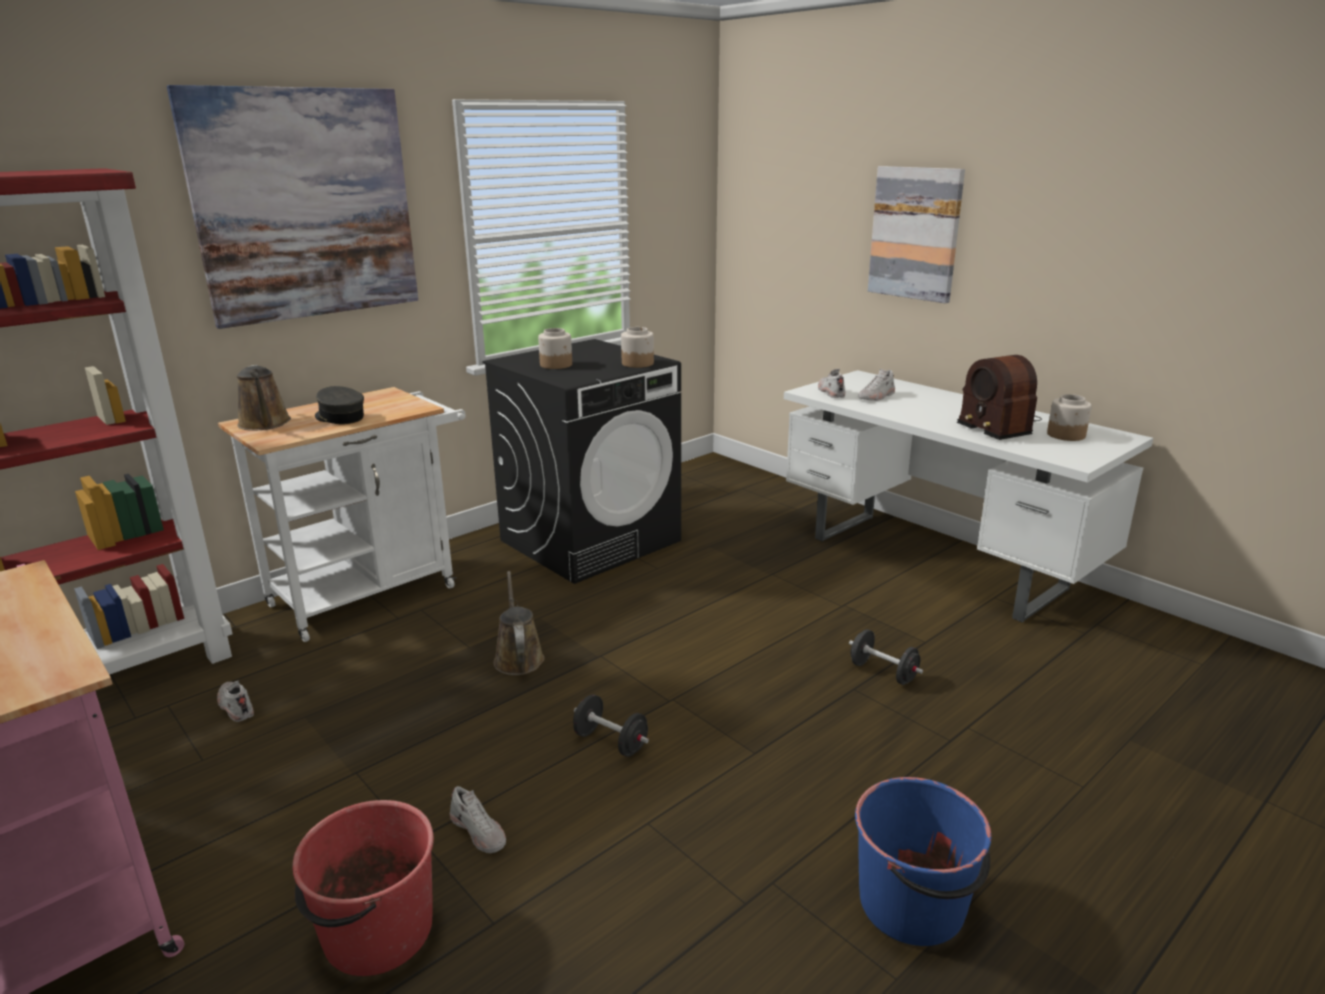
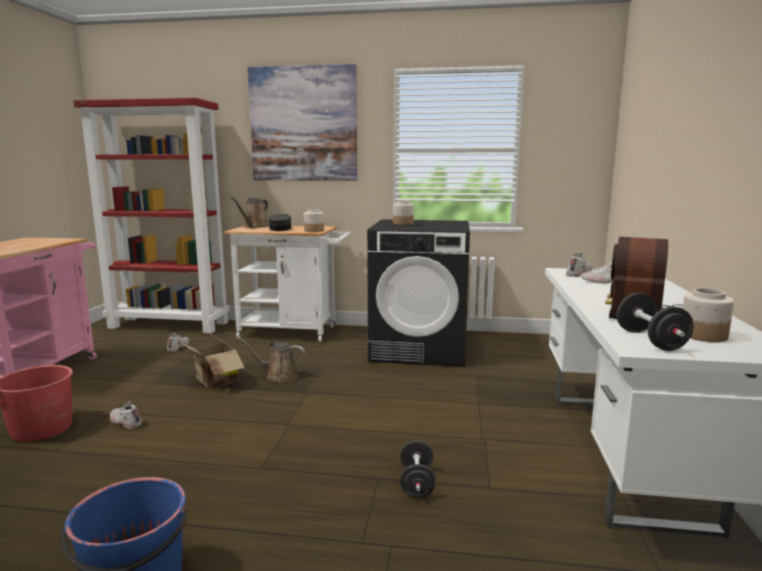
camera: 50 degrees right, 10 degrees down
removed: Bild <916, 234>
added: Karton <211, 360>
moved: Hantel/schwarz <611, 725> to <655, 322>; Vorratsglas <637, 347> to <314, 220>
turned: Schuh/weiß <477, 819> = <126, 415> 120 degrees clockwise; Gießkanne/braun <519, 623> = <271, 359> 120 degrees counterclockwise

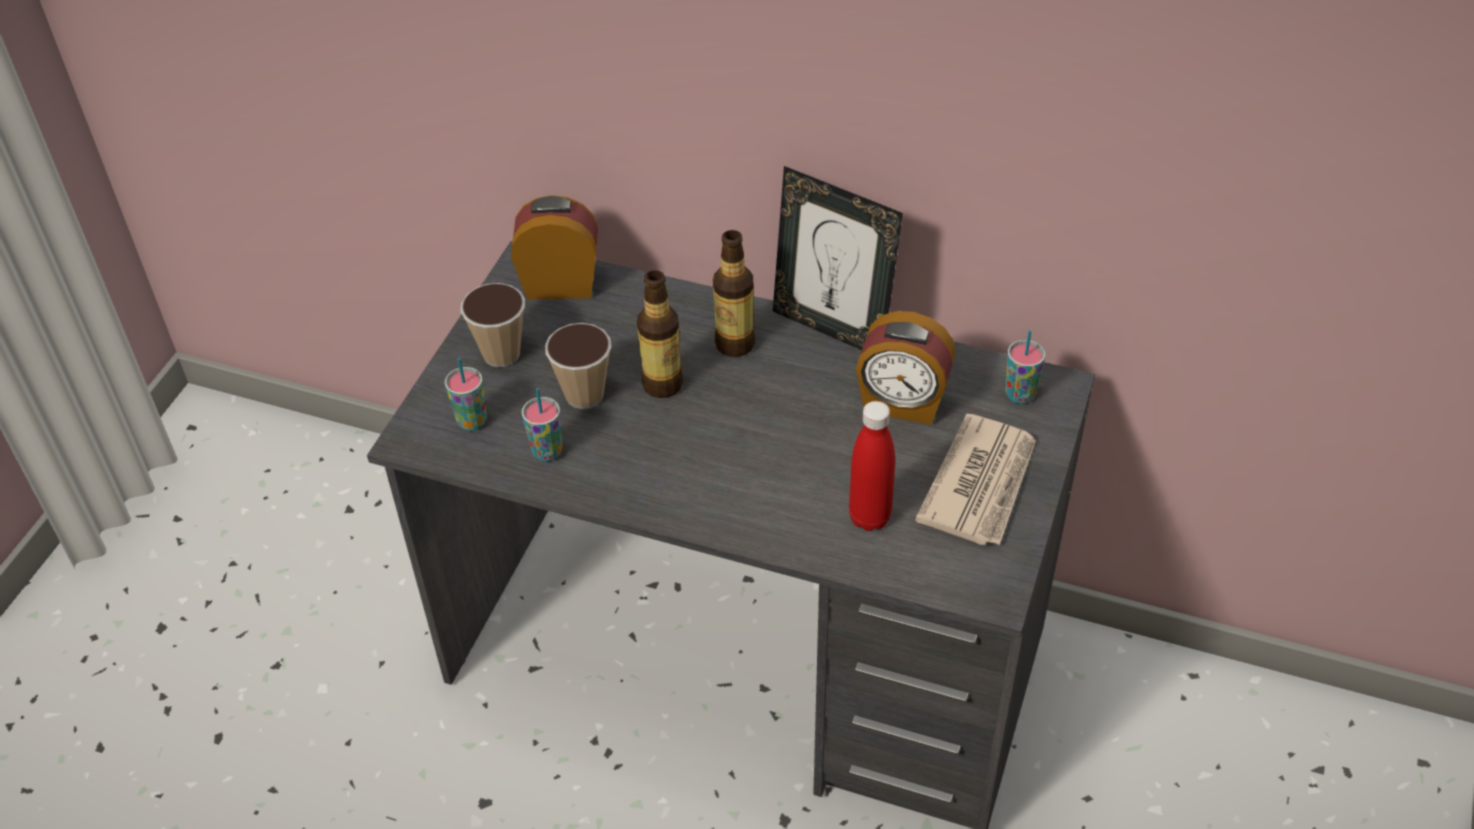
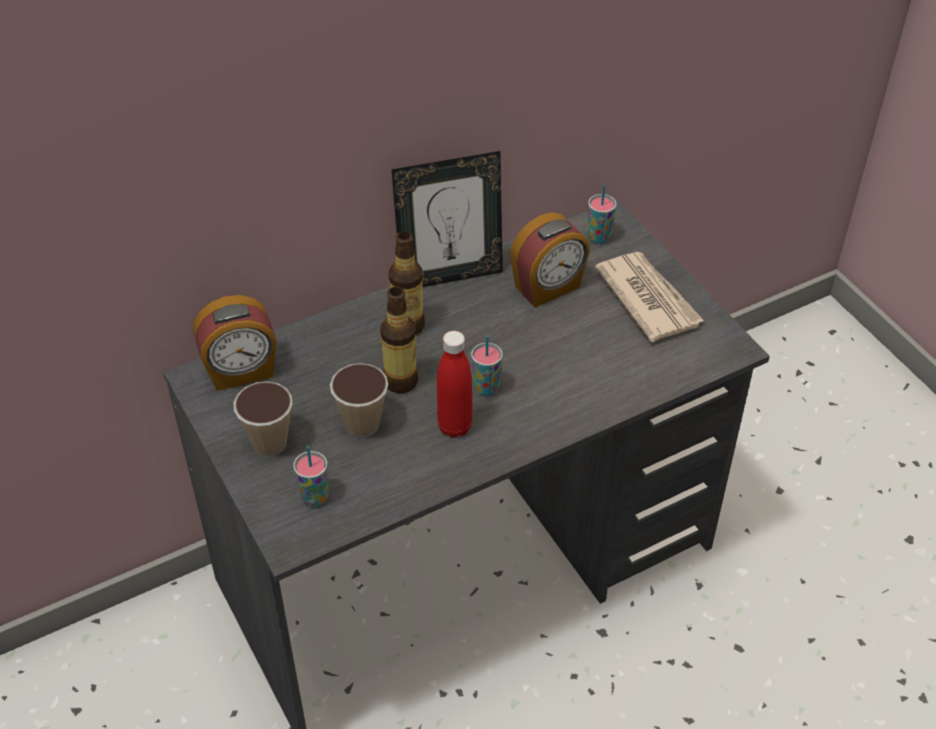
camera: 50 degrees left, 0 degrees up
moved: Tasse <542, 425> to <487, 365>; Flasche/rot <872, 466> to <454, 384>
turned: Wecker <554, 247> = <235, 343> 150 degrees counterclockwise

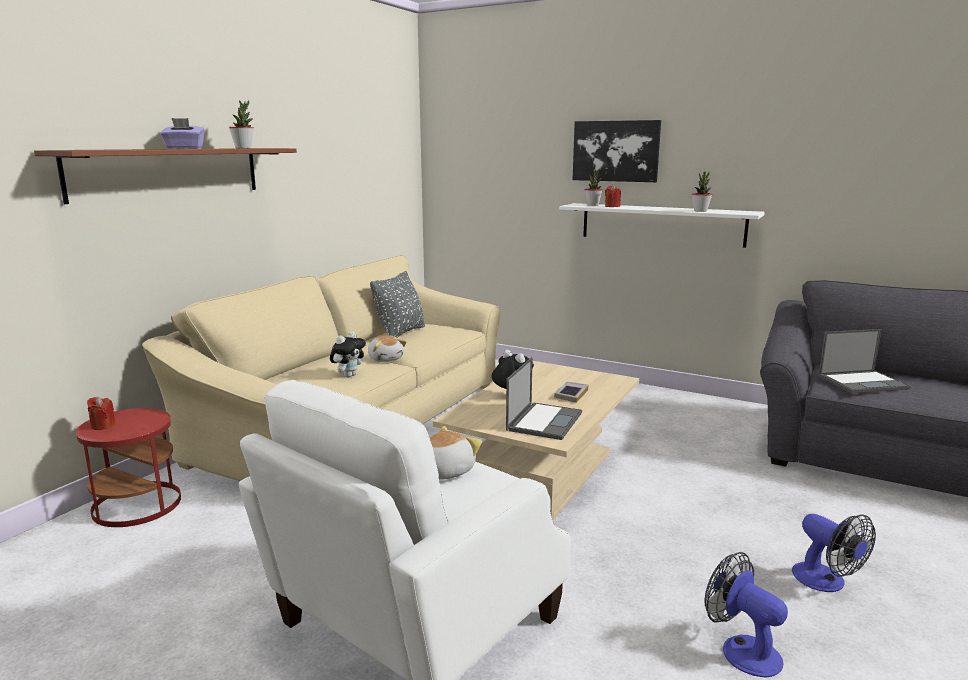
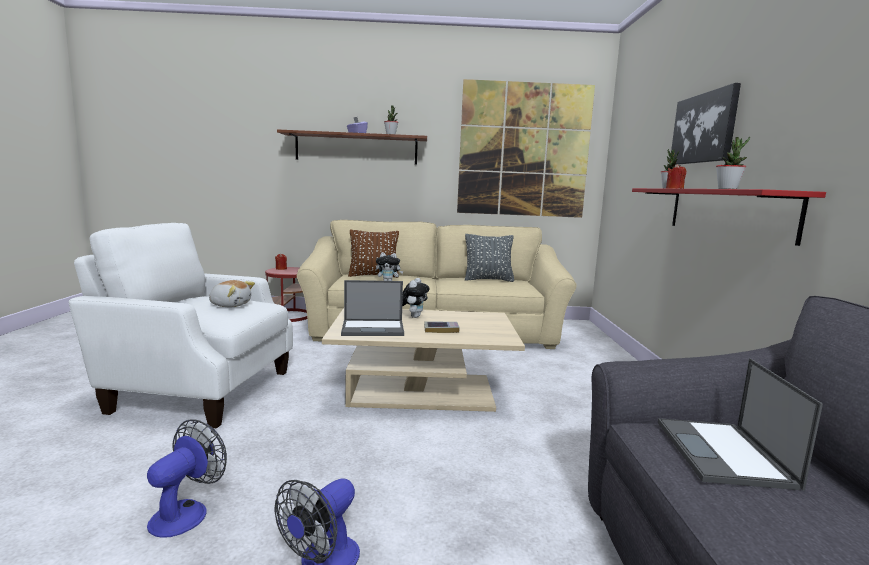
camera: 60 degrees right, 5 degrees down
removed: Plüschtier <387, 348>
added: Kissen/braun <373, 254>; Bild <526, 148>
recoloured: Wandregal/weiß <662, 225> to Wandregal/rot <729, 217>
turned: Laptop <864, 361> = <740, 424> 45 degrees clockwise

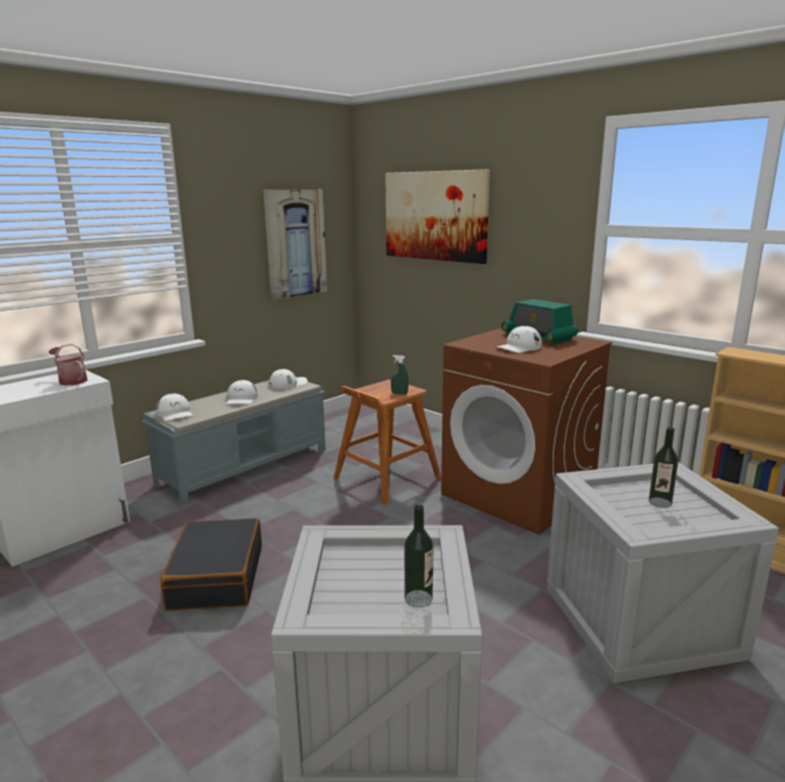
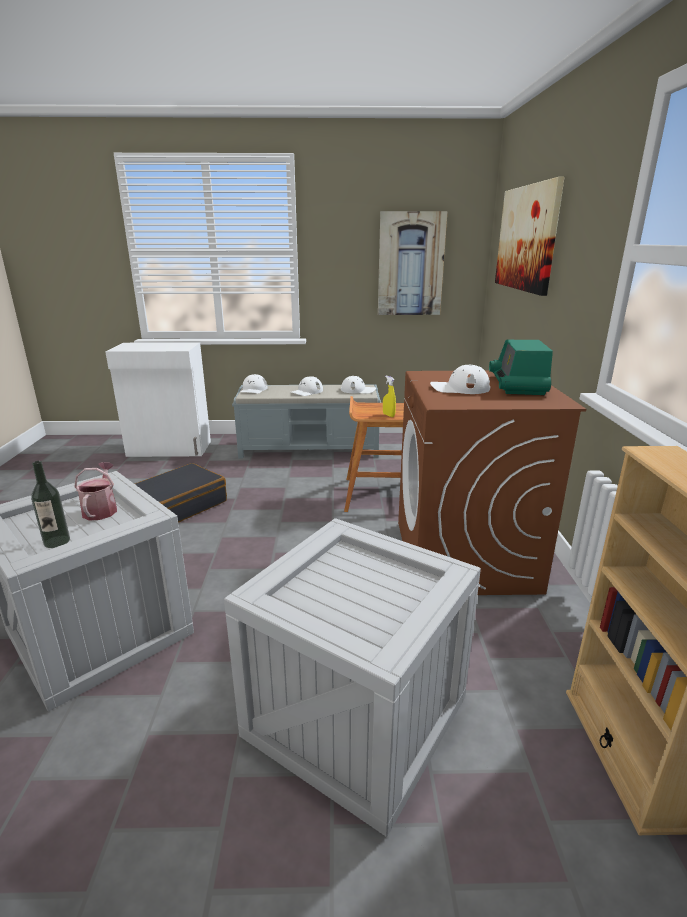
camera: 45 degrees right, 5 degrees up
removed: Flasche <663, 467>
moved: Gießkanne <68, 365> to <95, 491>
recoloured: Sprühflasche/grün <400, 374> to Sprühflasche/gelb <389, 396>

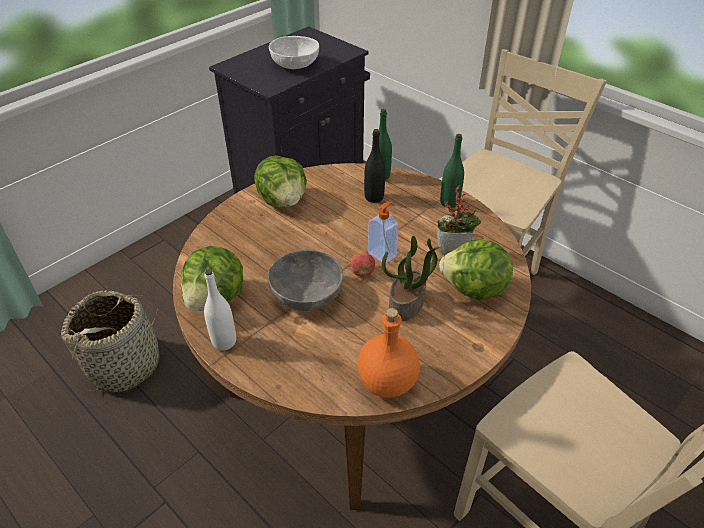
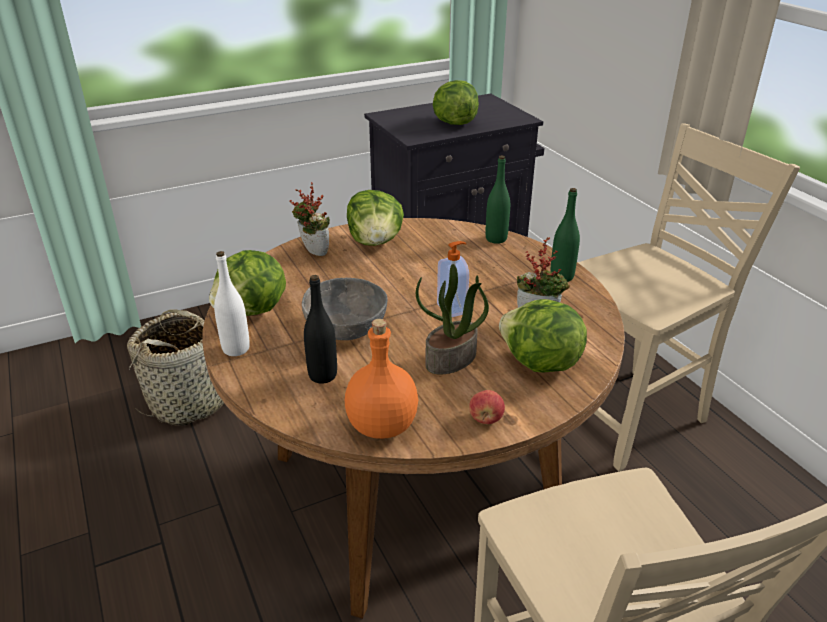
camera: 20 degrees right, 10 degrees down
added: Topfpflanze <309, 219>
moved: Apfel <362, 264> to <487, 407>; Flasche/schwarz <374, 166> to <320, 329>
replaced: Schüssel/weiß <294, 52> to Salatkopf <456, 102>

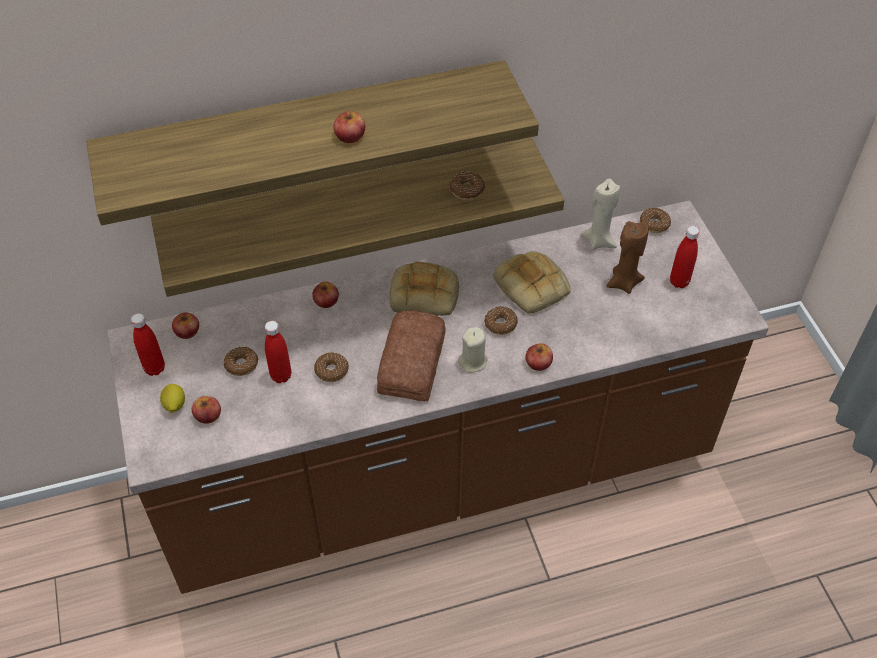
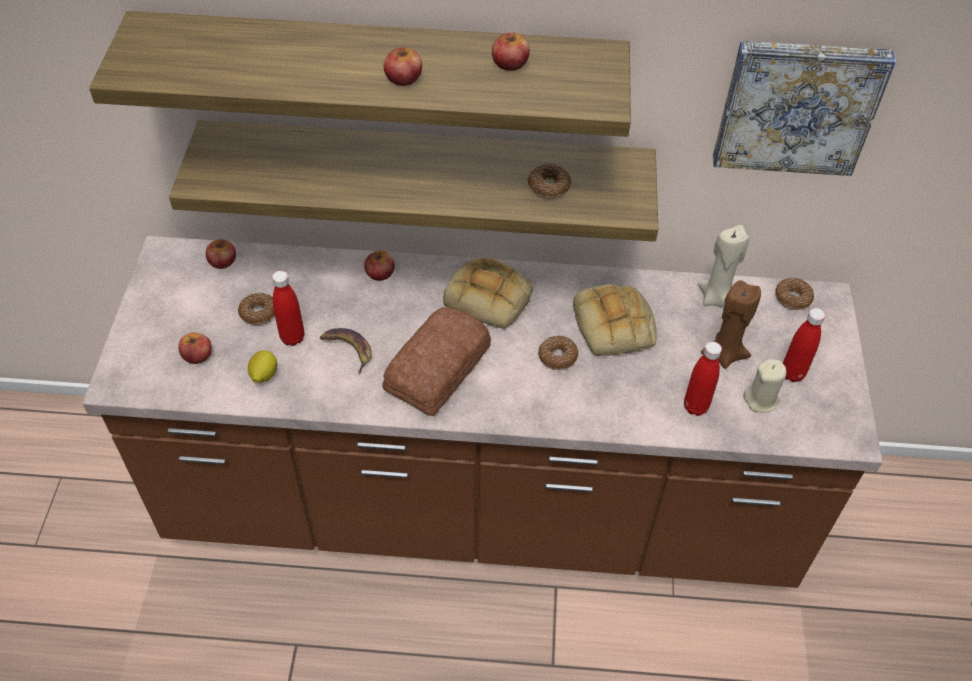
camera: 20 degrees right, 0 degrees up
added: Bild <804, 108>
moved: Flasche/rot <148, 344> to <703, 379>; Zitrone <172, 398> to <262, 366>; Kerze/beige <473, 350> to <765, 386>; Apfel <539, 357> to <511, 51>
replaced: Donut <331, 367> to Banane <346, 351>

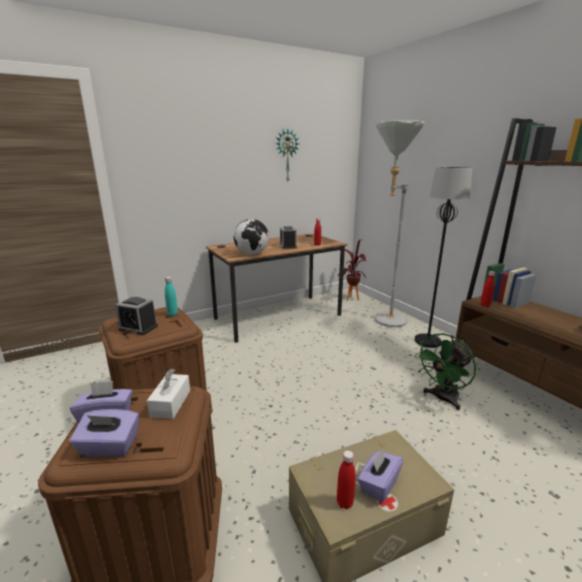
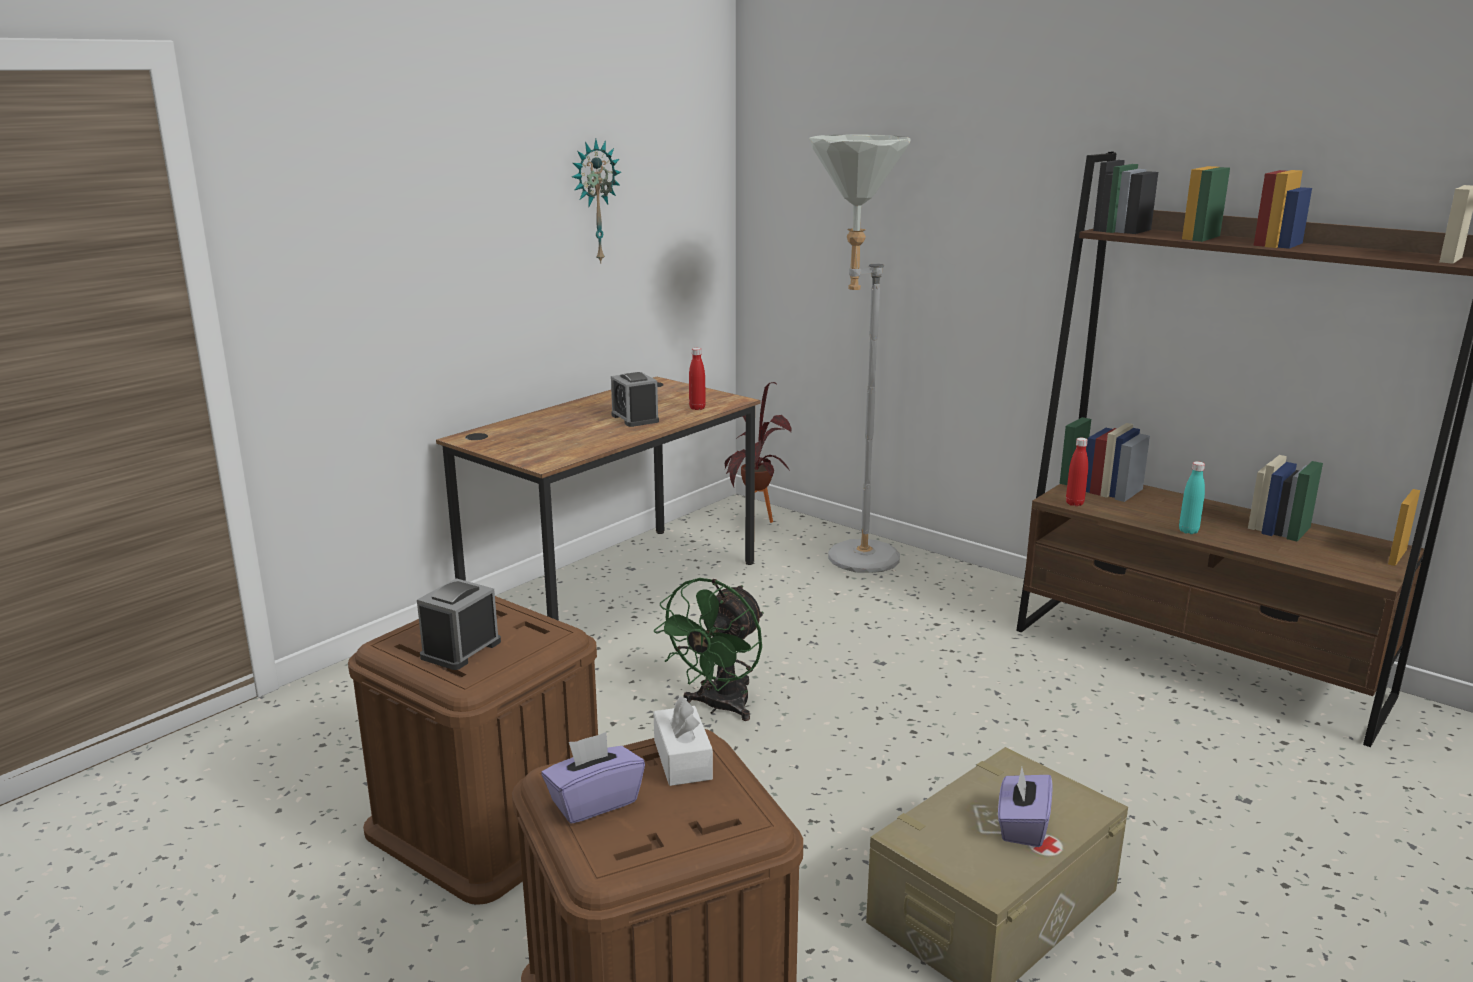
camera: 20 degrees left, 0 degrees up
removed: Taschentuchbox/lila <104, 432>; Globus <251, 237>; Flasche/rot <346, 479>; Stehlampe/schwarz <443, 257>
moved: Flasche/türkis <171, 296> to <1192, 497>; Ventilator/grün <445, 371> to <709, 649>
turned: Wecker <136, 316> = <459, 624> 120 degrees clockwise

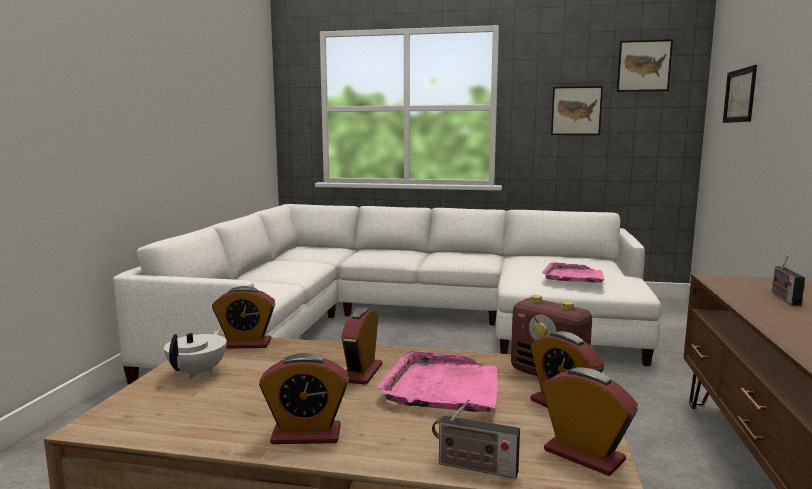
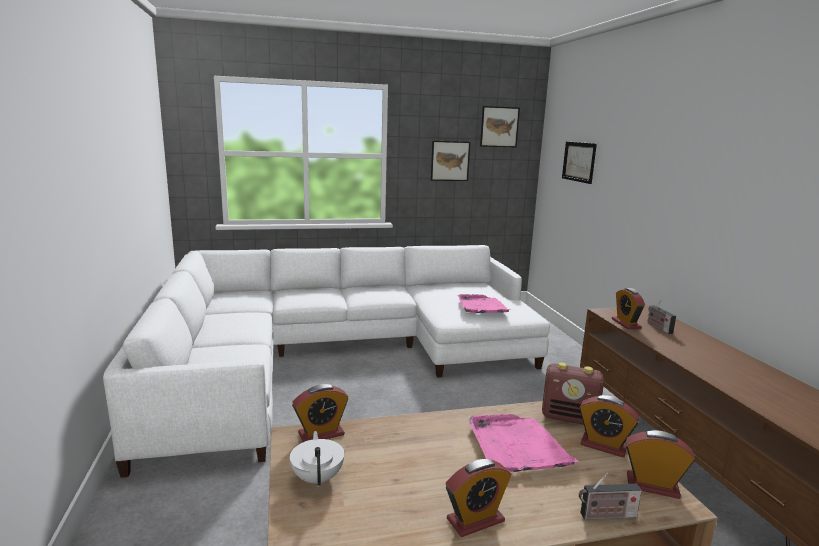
camera: 25 degrees left, 5 degrees up
moved: Wecker <361, 346> to <628, 308>

